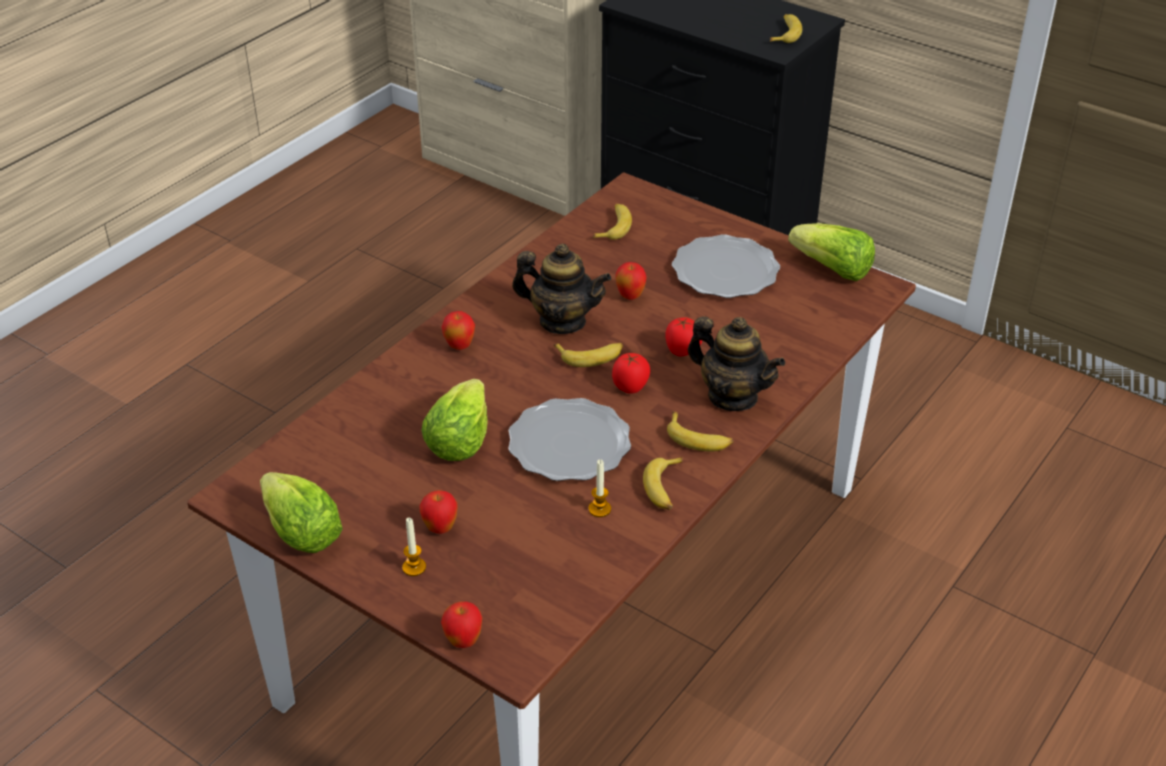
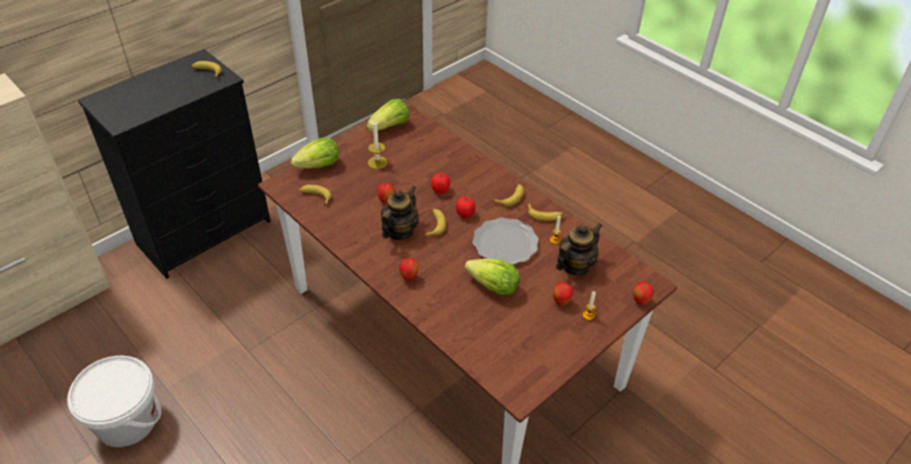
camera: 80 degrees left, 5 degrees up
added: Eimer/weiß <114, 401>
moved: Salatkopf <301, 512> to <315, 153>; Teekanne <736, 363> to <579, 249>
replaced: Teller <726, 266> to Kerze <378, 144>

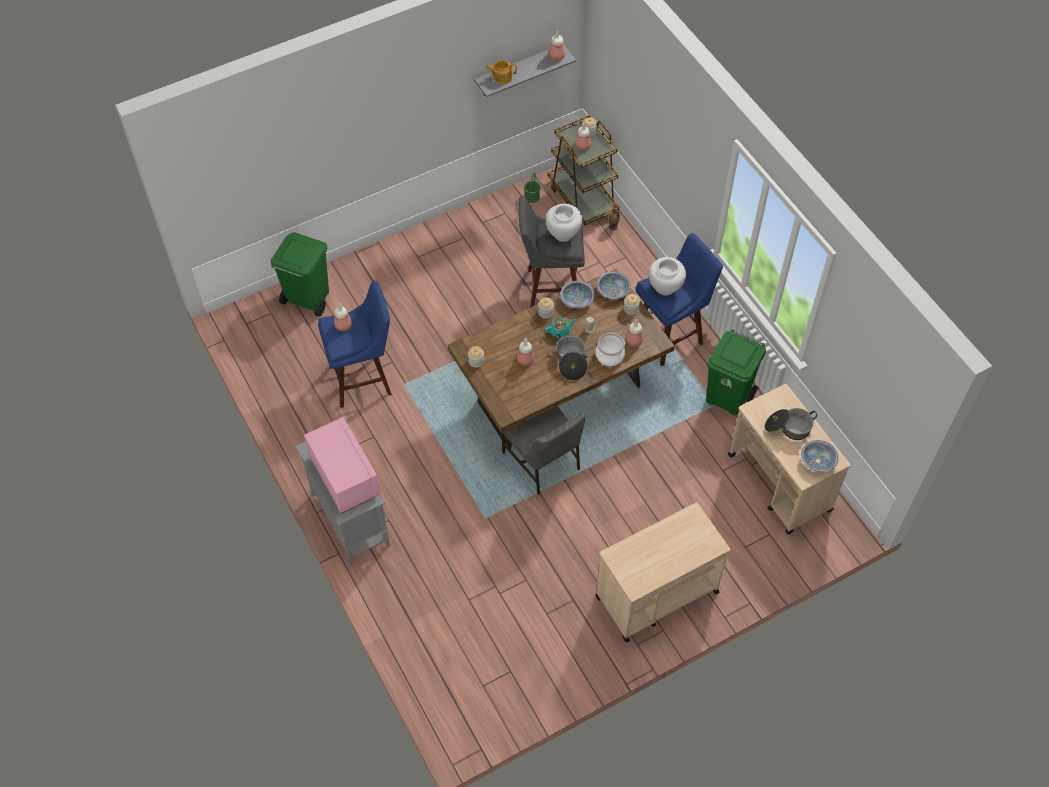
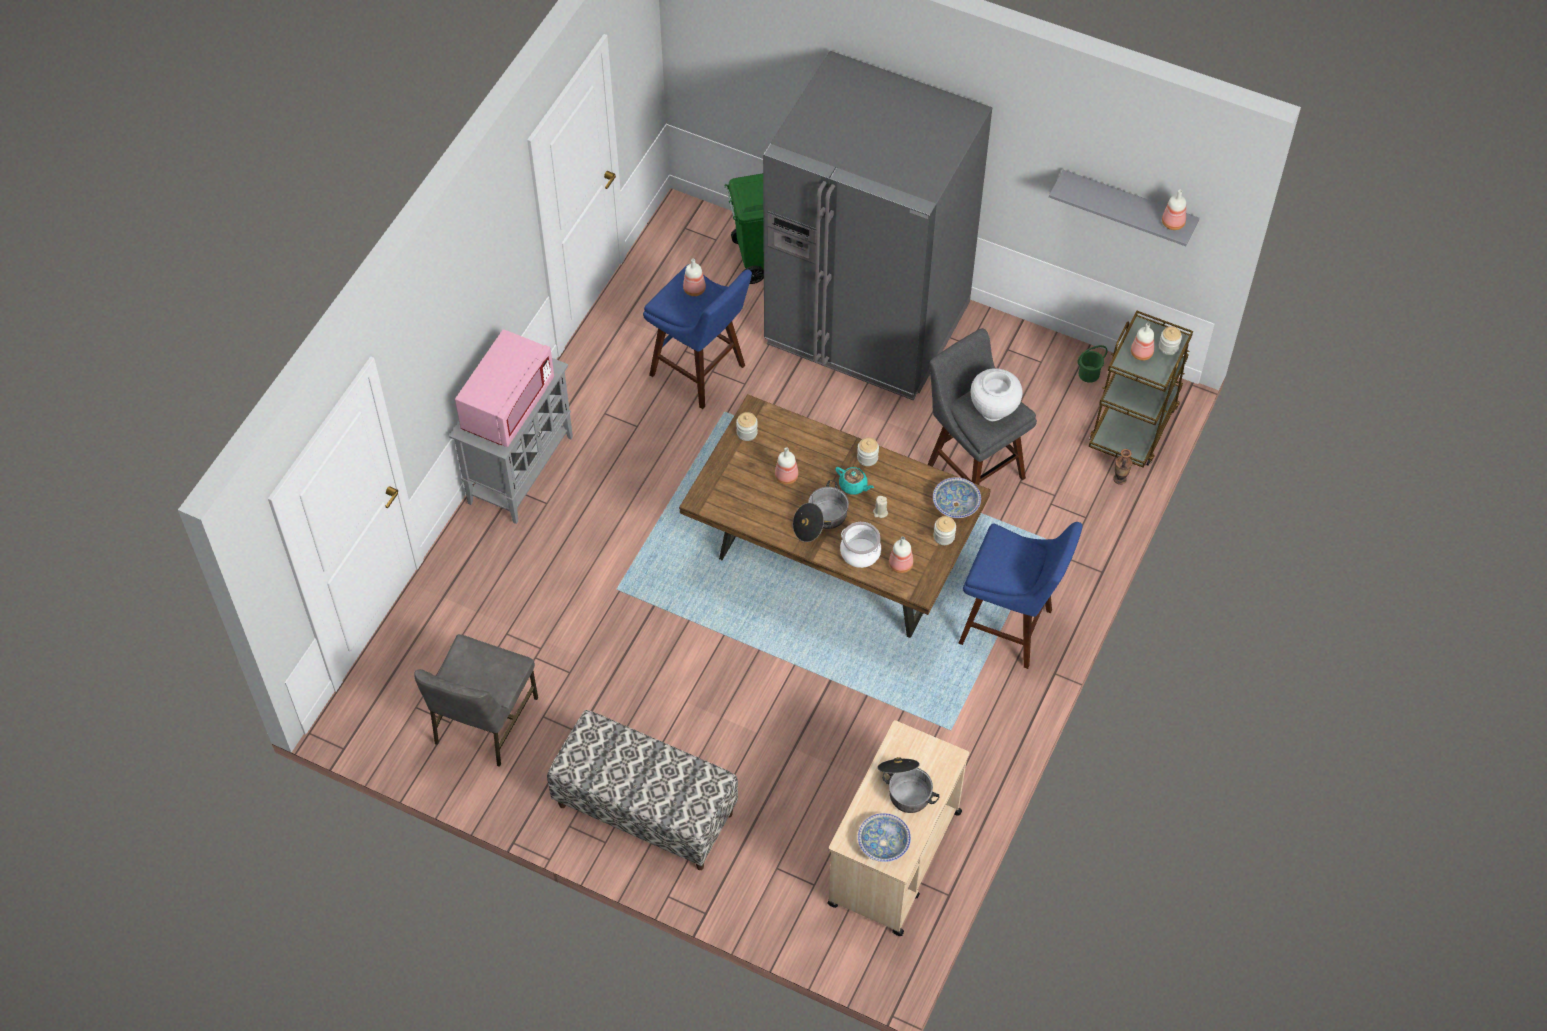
camera: 55 degrees right, 0 degrees up
removed: Teekanne <502, 72>; Schüssel <577, 294>; Vase/weiß <667, 276>; Mülleimer/grün <736, 372>
added: Kühlschrank/grau <877, 225>
moved: Stuhl/grau <543, 450> to <476, 700>
replaced: Rollwagen/beige <663, 572> to Bank <642, 790>

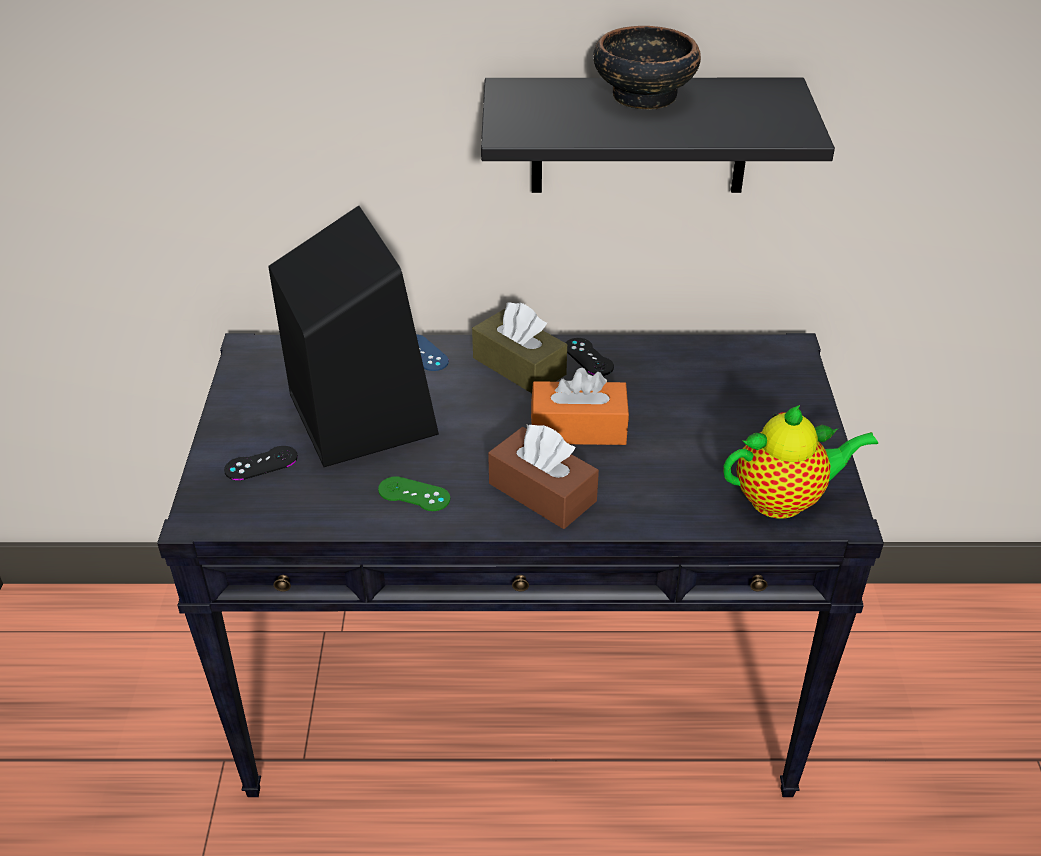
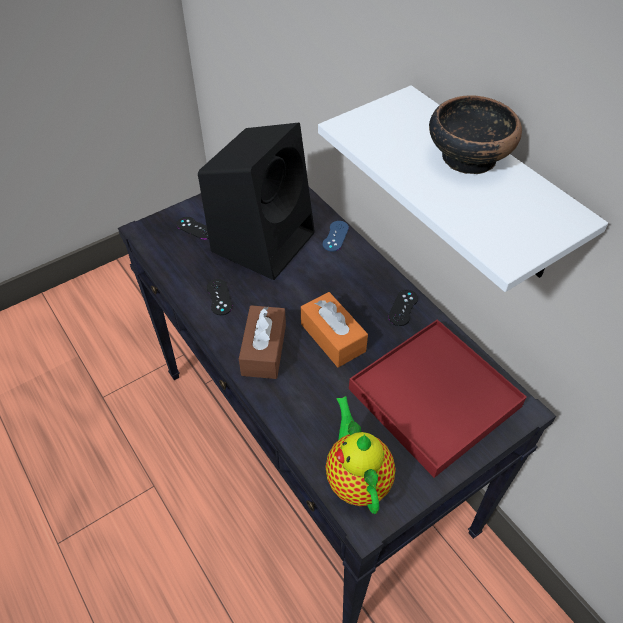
camera: 55 degrees right, 10 degrees up
removed: Taschentuchbox/braun <519, 347>
added: Tablett/rot <438, 398>
recoloured: Gamepad/grün <414, 493> to Gamepad/schwarz <219, 297>; Wandregal/schwarz <658, 135> to Wandregal/weiß <463, 188>
turned: Teekanne <800, 462> = <360, 455> 150 degrees counterclockwise

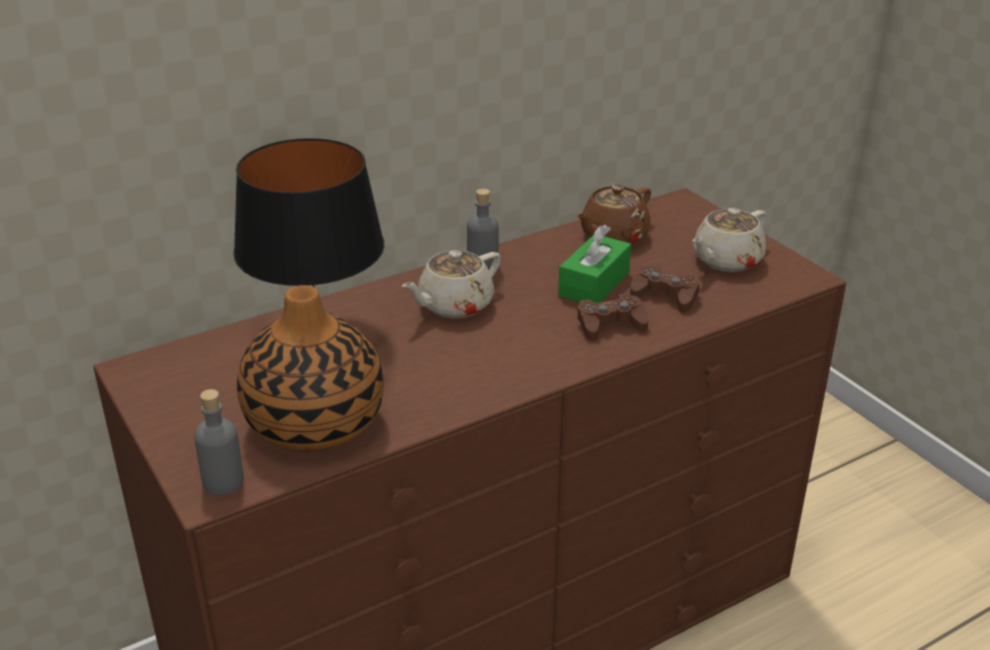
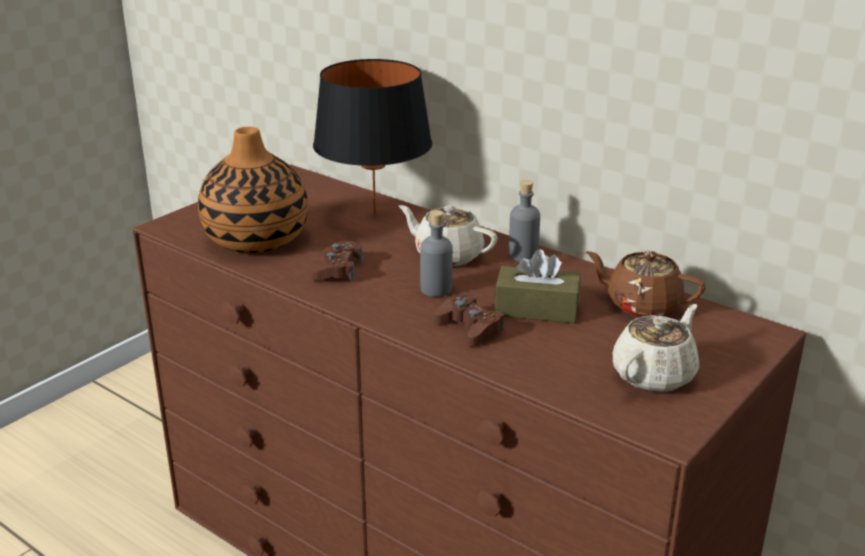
camera: 70 degrees right, 5 degrees down
moved: Flasche/grau <219, 442> to <436, 253>; Gamepad/braun <665, 289> to <337, 261>
recoloured: Taschentuchbox/grün <594, 263> to Taschentuchbox/braun <538, 286>
turned: Teekanne/beige <729, 240> = <656, 348> 105 degrees clockwise

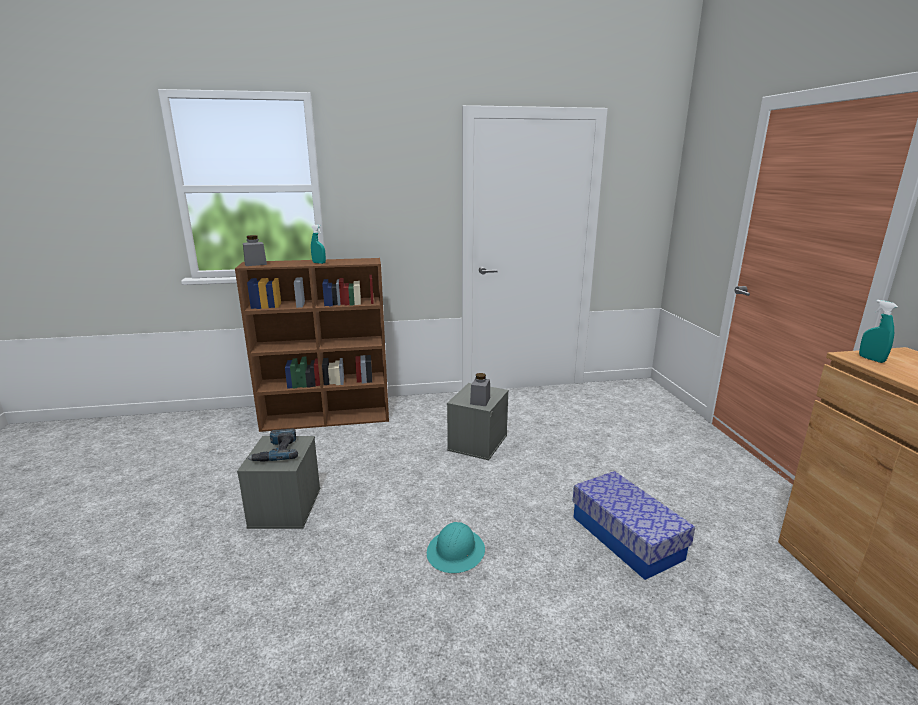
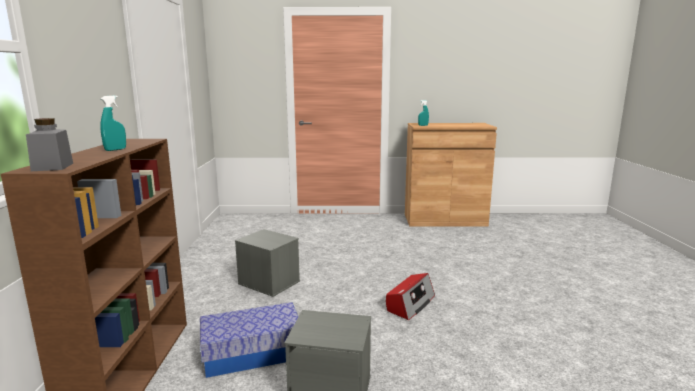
camera: 80 degrees left, 5 degrees down
removed: Bohrmaschine <272, 445>; Vorratsglas/grau <480, 389>
moved: Aufbewahrungsbox <633, 525> to <249, 340>
replaced: Schutzhelm/türkis <456, 547> to Radio <410, 296>

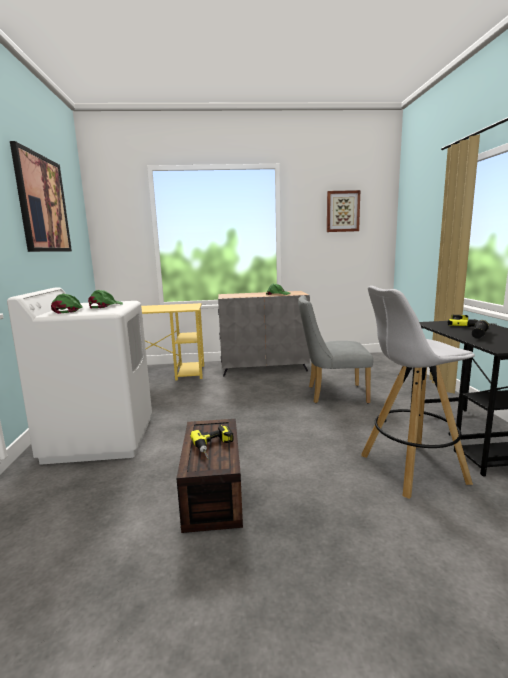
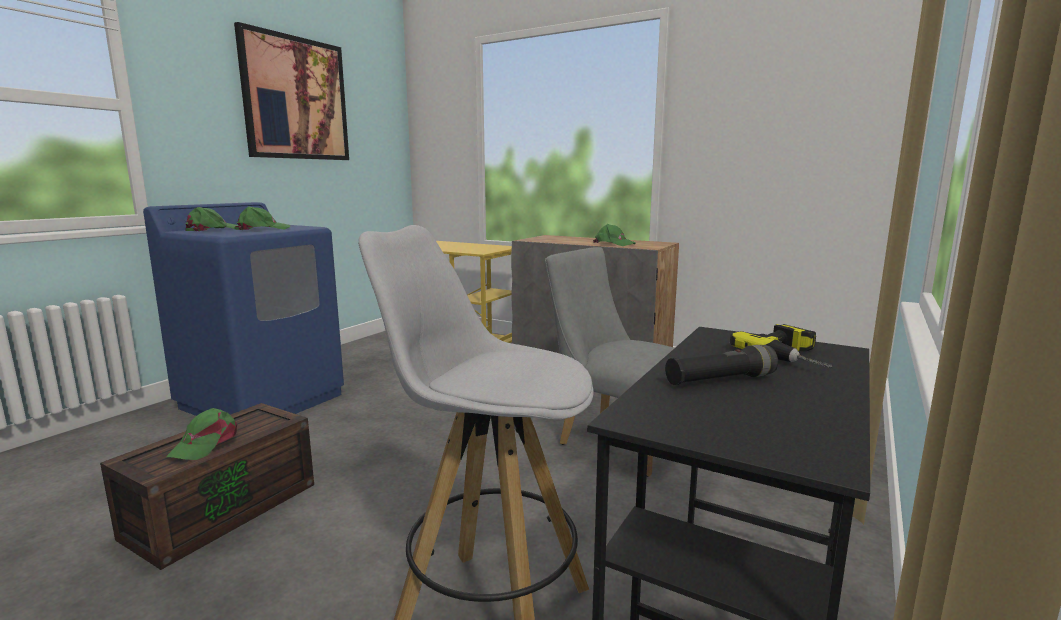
camera: 35 degrees right, 0 degrees up
removed: Bild <343, 211>
replaced: Bohrmaschine <212, 442> to Kappe/grün <201, 434>
recoloured: Waschmaschine/weiß <79, 376> to Waschmaschine/blau <243, 309>

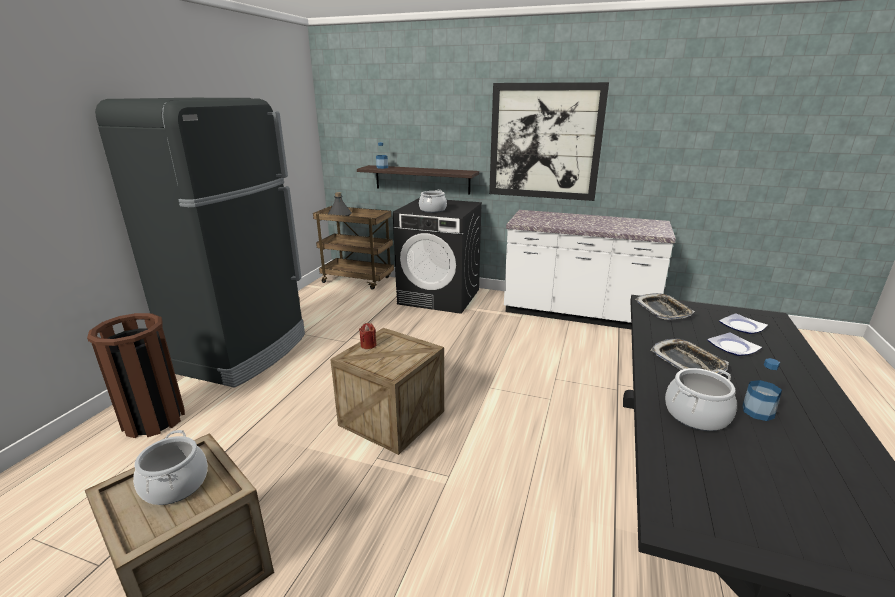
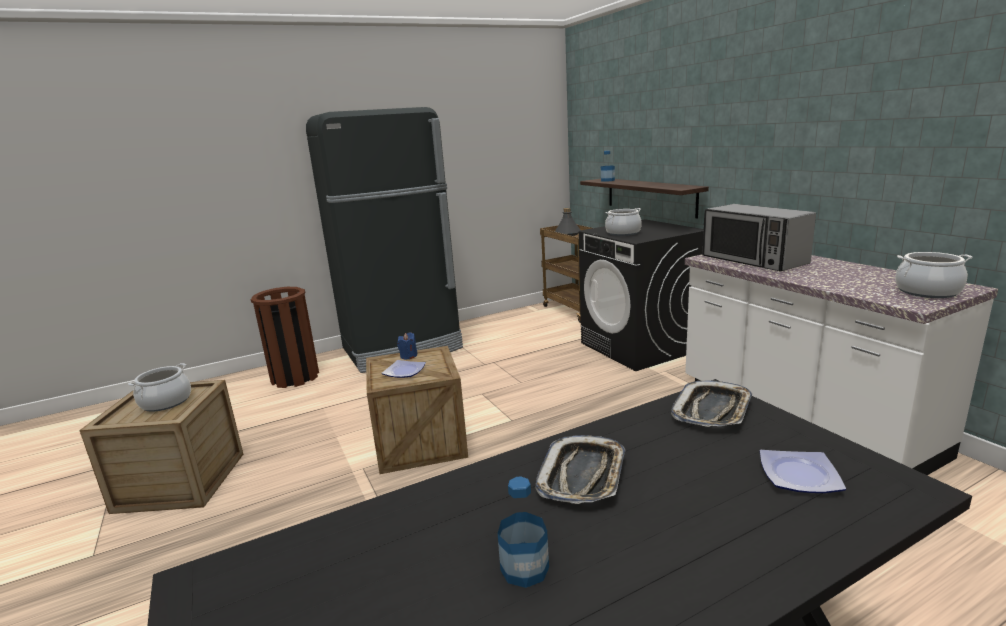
camera: 45 degrees right, 5 degrees down
removed: Bild <549, 141>
added: Mikrowelle <759, 237>
moved: Kochtopf <701, 399> to <934, 275>; Teller <734, 344> to <404, 369>
recoloured: Kerze/rot <368, 336> to Kerze/blau <407, 346>

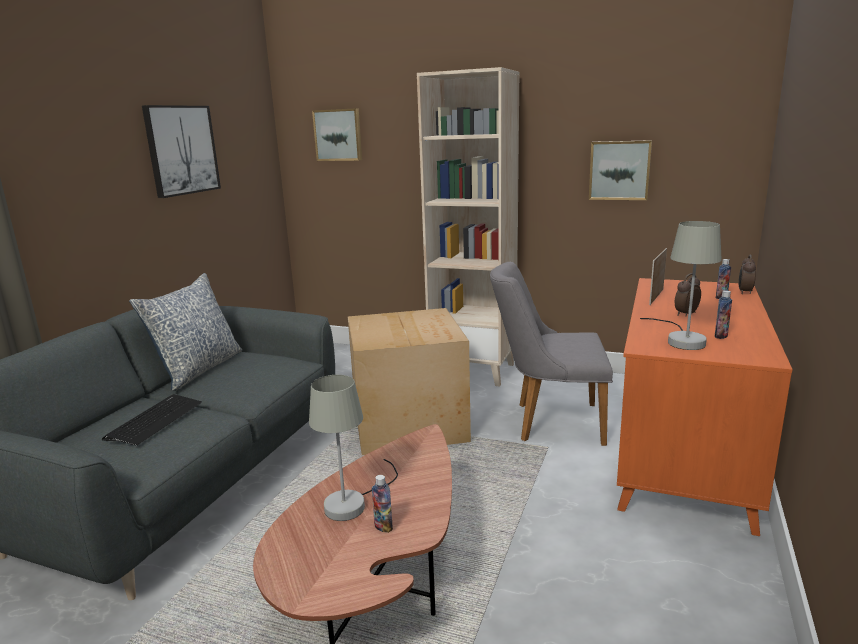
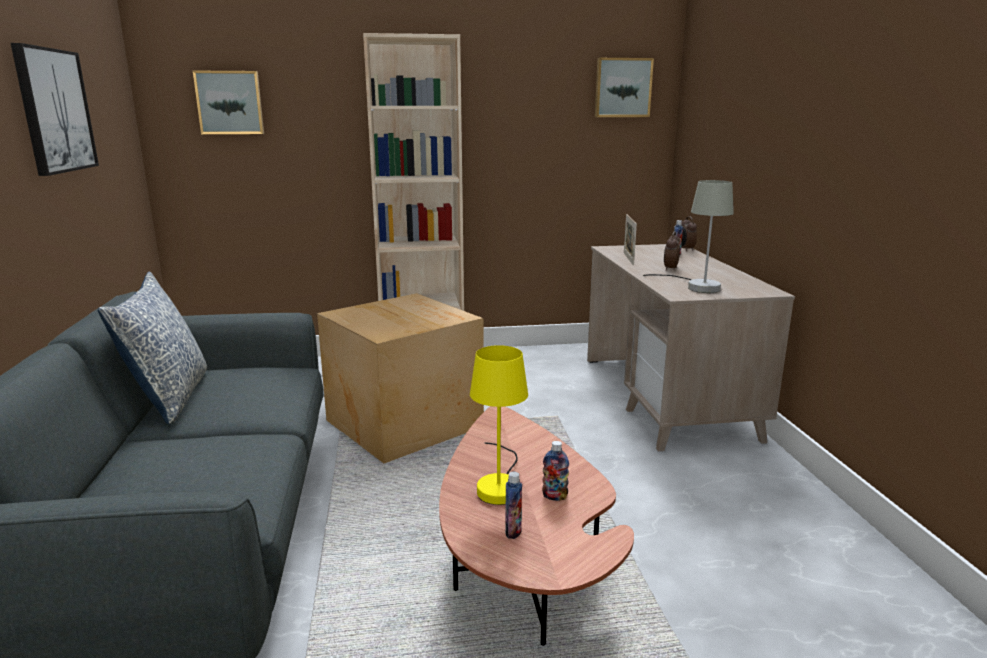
camera: 30 degrees left, 0 degrees up
removed: Tastatur <152, 420>; Stuhl/grau <551, 354>
moved: Bild <620, 170> to <624, 87>; Flasche <723, 314> to <513, 505>
recoloured: Tischlampe/grau <353, 448> to Tischlampe/gelb <499, 425>; Schreibtisch/orange <705, 407> to Schreibtisch/beige <691, 347>

